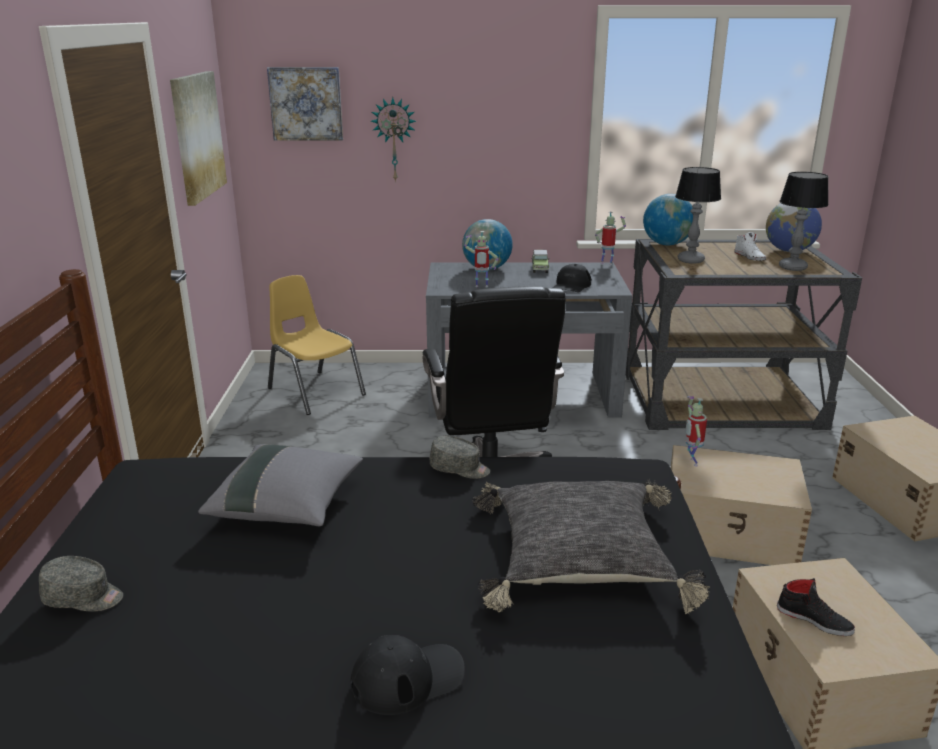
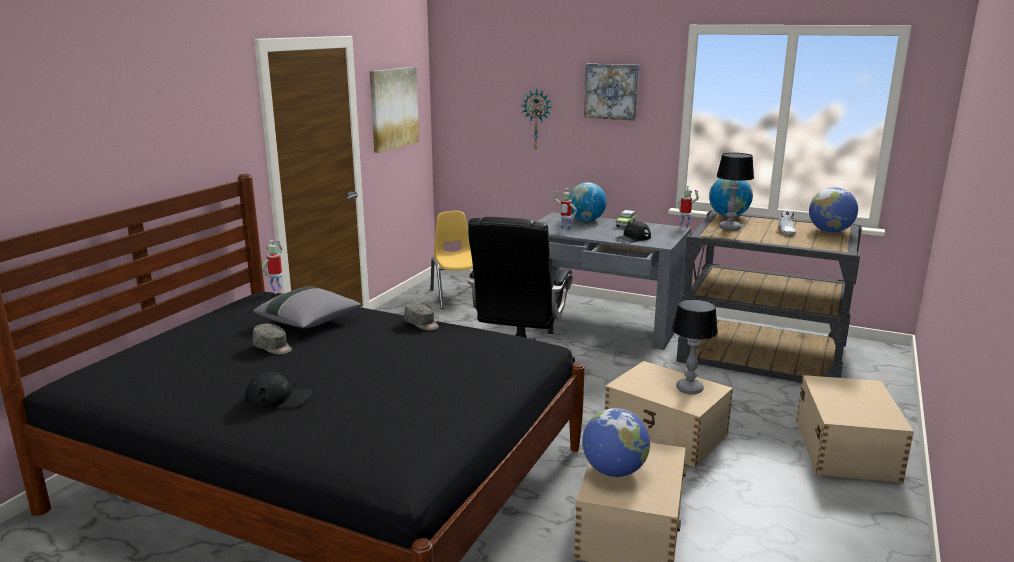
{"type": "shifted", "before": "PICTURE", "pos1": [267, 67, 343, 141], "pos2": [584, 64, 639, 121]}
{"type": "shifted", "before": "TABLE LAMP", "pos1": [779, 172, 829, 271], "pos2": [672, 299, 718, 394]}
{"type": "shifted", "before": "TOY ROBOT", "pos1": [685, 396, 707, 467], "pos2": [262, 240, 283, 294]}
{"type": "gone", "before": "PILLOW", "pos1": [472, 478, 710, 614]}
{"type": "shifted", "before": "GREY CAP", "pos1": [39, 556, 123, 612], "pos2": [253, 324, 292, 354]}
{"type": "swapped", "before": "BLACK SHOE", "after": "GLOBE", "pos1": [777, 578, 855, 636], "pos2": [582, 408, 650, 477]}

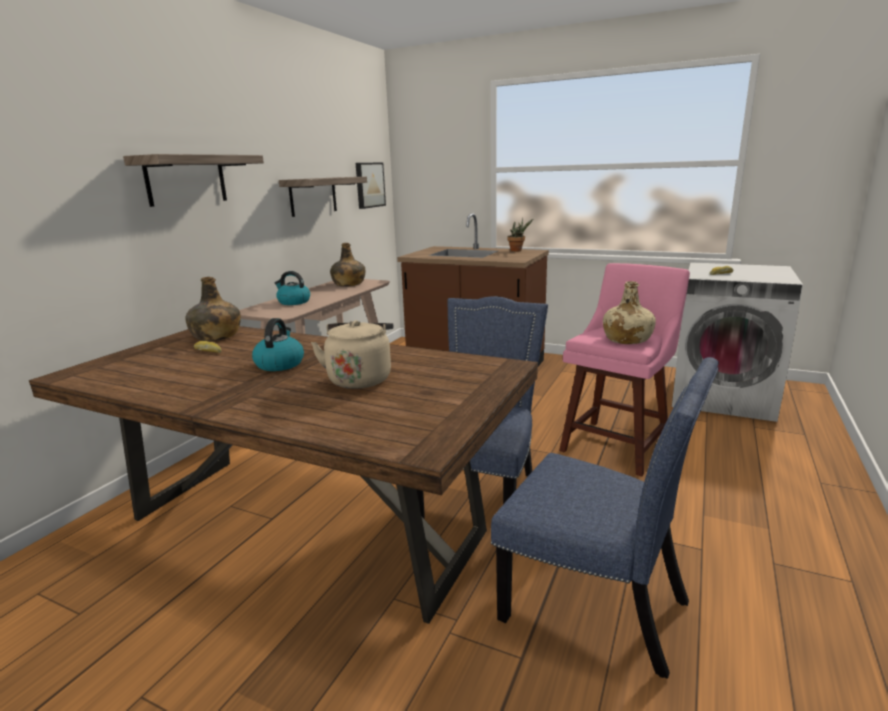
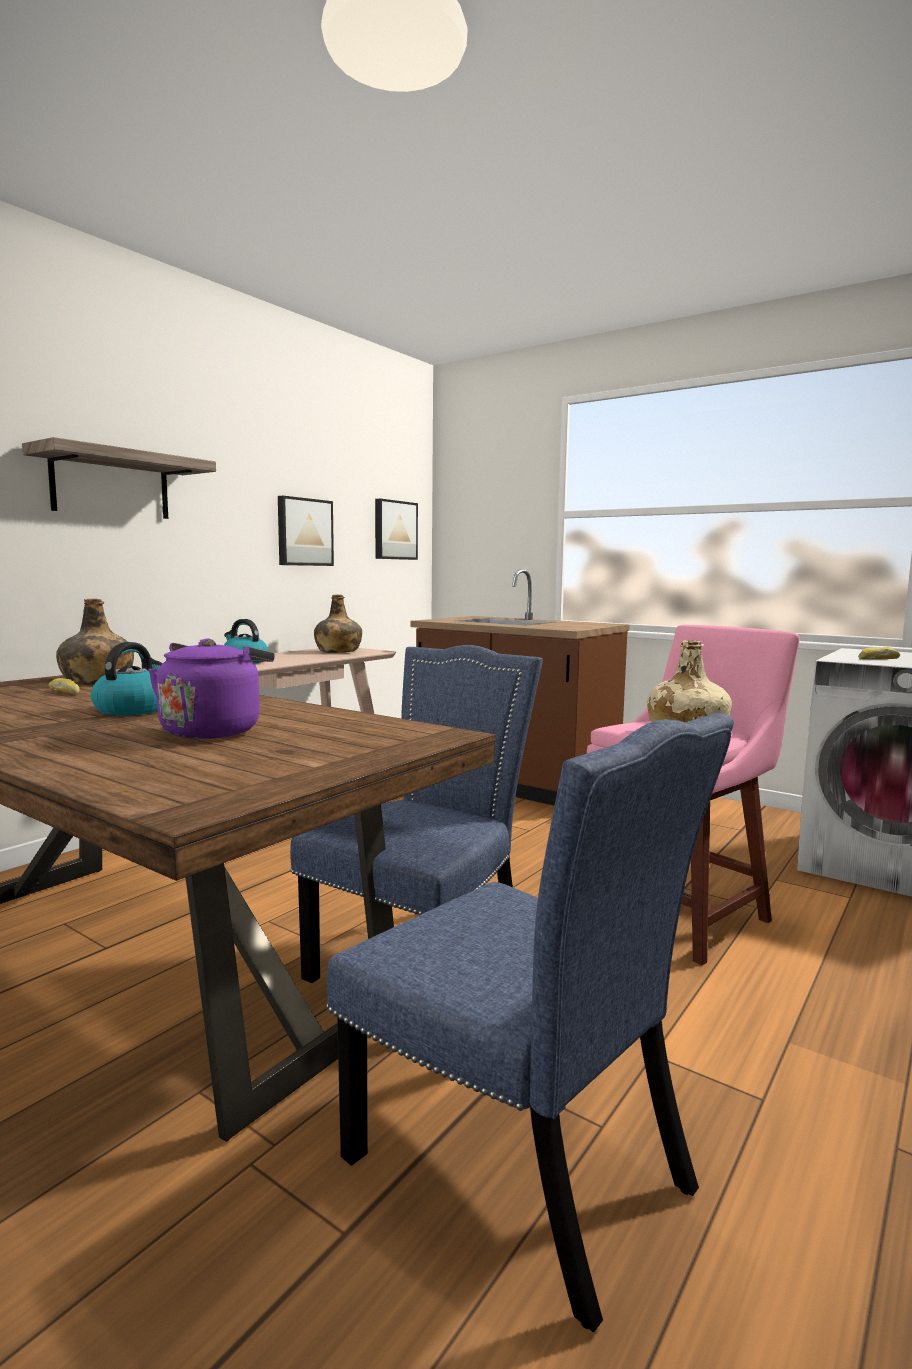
{"type": "swapped", "before": "SHELF", "after": "PICTURE", "pos1": [279, 177, 367, 217], "pos2": [278, 496, 334, 566]}
{"type": "gone", "before": "POTTED PLANT", "pos1": [507, 218, 533, 252]}
{"type": "repainted", "before": "BEIGE KETTLE", "after": "PURPLE KETTLE", "pos1": [311, 320, 394, 389], "pos2": [148, 638, 275, 739]}

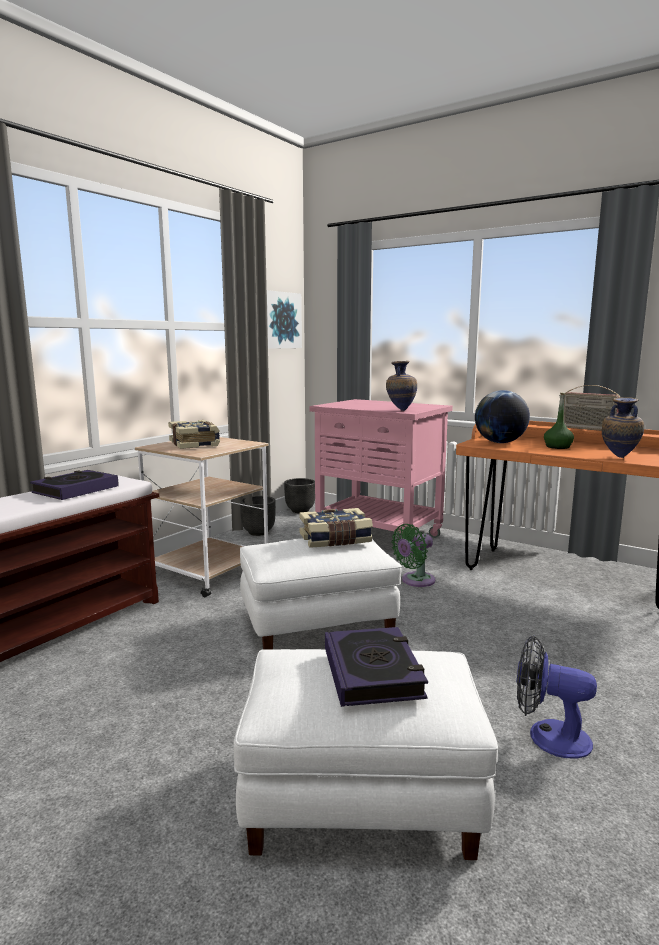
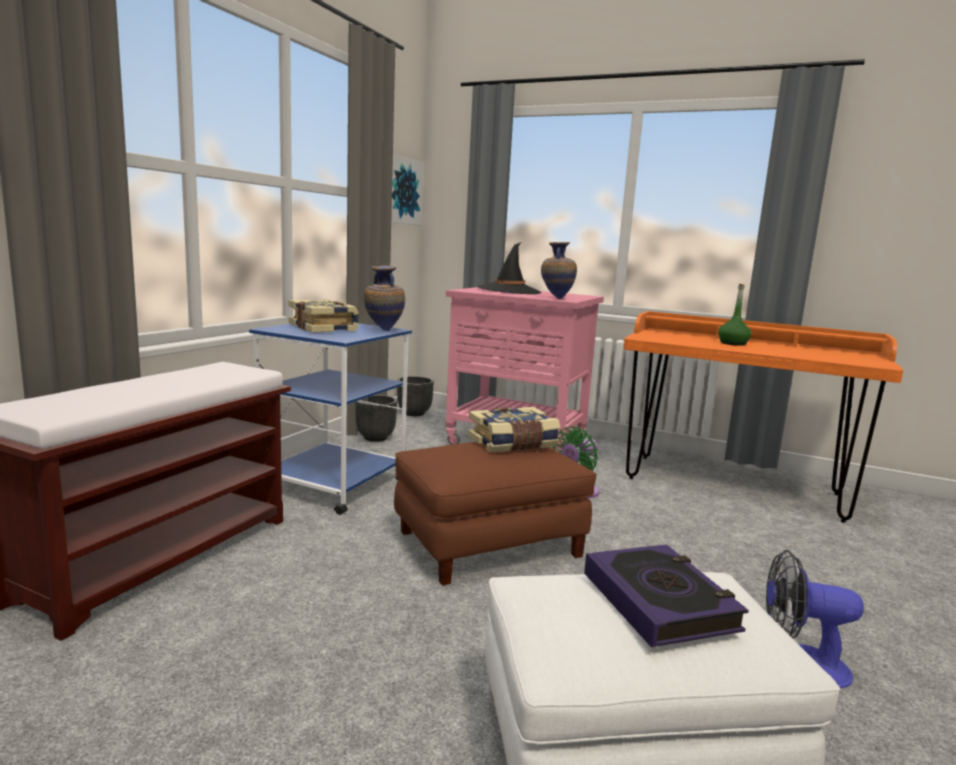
{"type": "gone", "before": "RADIO", "pos1": [564, 385, 620, 431]}
{"type": "gone", "before": "GLOBE", "pos1": [475, 390, 530, 443]}
{"type": "shifted", "before": "VASE", "pos1": [602, 397, 644, 458], "pos2": [364, 266, 405, 331]}
{"type": "repainted", "before": "BEIGE CART", "after": "BLUE CART", "pos1": [135, 437, 269, 597], "pos2": [249, 323, 412, 515]}
{"type": "gone", "before": "BOOK", "pos1": [30, 470, 119, 500]}
{"type": "repainted", "before": "WHITE OTTOMAN", "after": "BROWN OTTOMAN", "pos1": [240, 538, 402, 650], "pos2": [394, 442, 597, 585]}
{"type": "new", "after": "BLACK HAT", "pos2": [477, 242, 542, 294]}

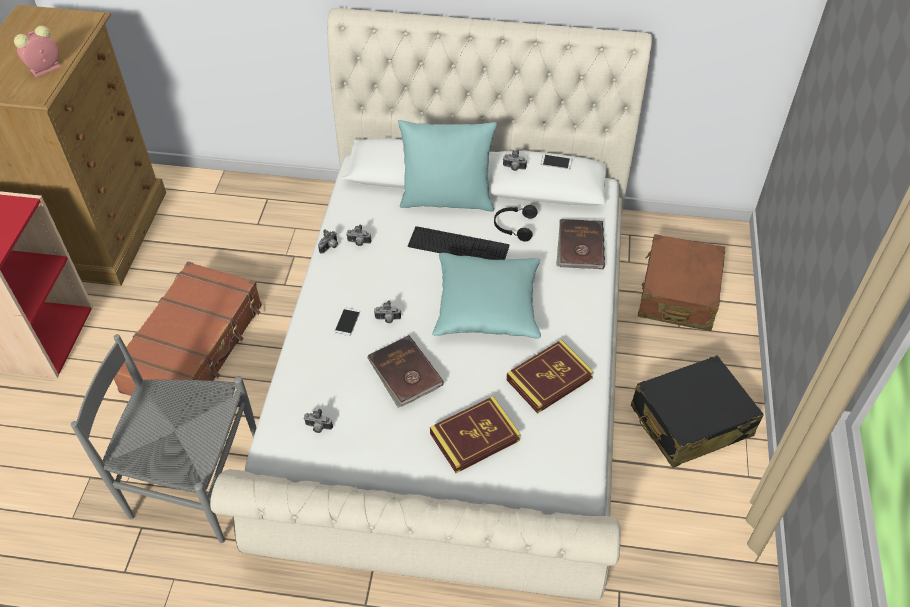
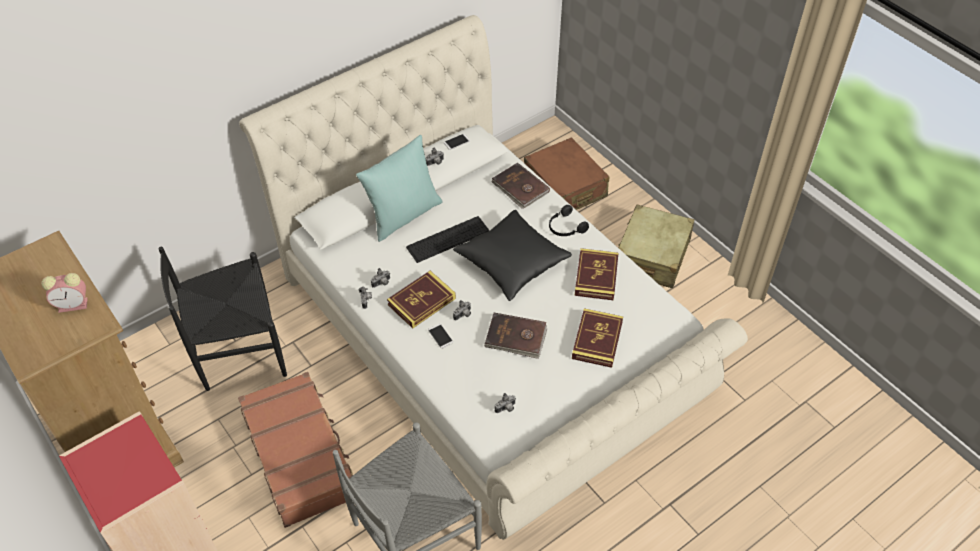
{"type": "rotated", "before": "ALARM CLOCK", "pos1": [14, 25, 61, 78], "pos2": [41, 273, 88, 313], "turn": -105}
{"type": "shifted", "before": "BLACK HEADPHONES", "pos1": [494, 205, 537, 242], "pos2": [549, 205, 589, 236]}
{"type": "repainted", "before": "TURQUOISE PILLOW", "after": "BLACK PILLOW", "pos1": [432, 253, 541, 339], "pos2": [453, 210, 572, 301]}
{"type": "repainted", "before": "BLACK SUITCASE", "after": "BEIGE SUITCASE", "pos1": [631, 355, 764, 468], "pos2": [618, 205, 695, 288]}
{"type": "new", "after": "BLACK CHAIR", "pos2": [158, 247, 287, 391]}
{"type": "new", "after": "BOOK", "pos2": [387, 271, 456, 329]}

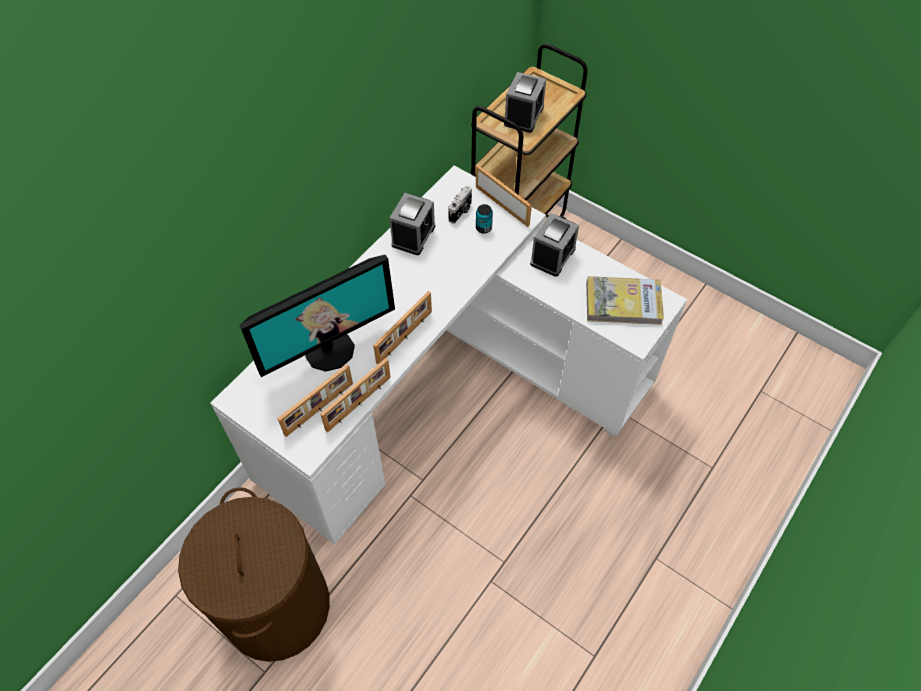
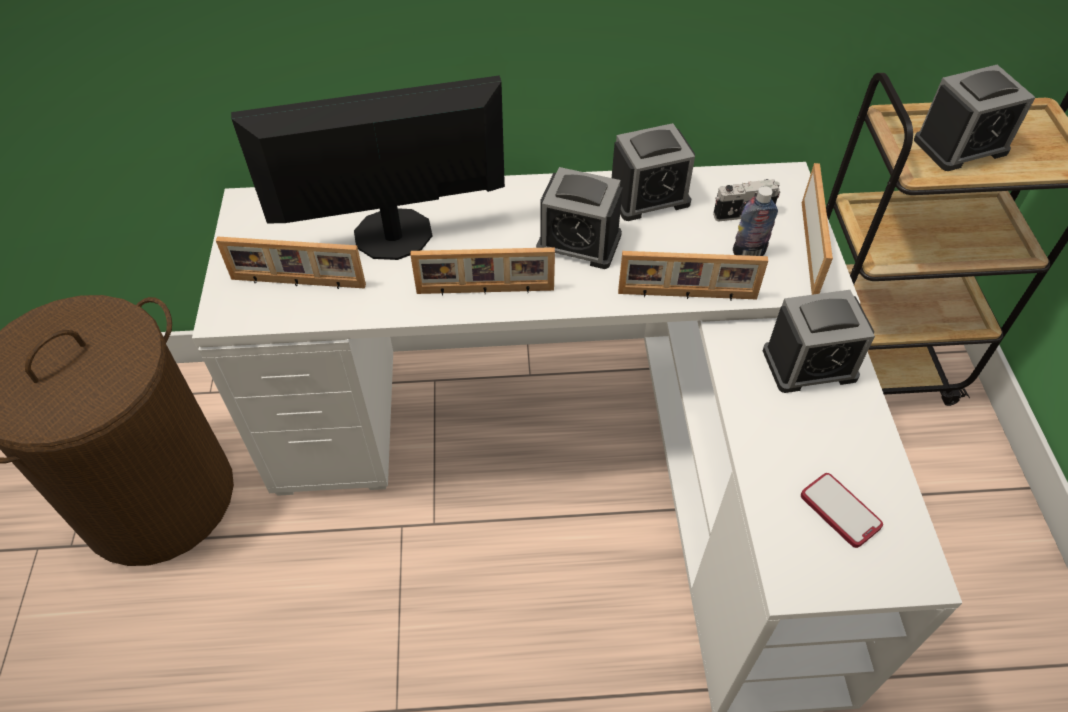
{"type": "swapped", "before": "CAN", "after": "BOTTLE", "pos1": [476, 204, 493, 234], "pos2": [733, 186, 778, 256]}
{"type": "rotated", "before": "MONITOR", "pos1": [239, 255, 395, 377], "pos2": [231, 75, 505, 260], "turn": 150}
{"type": "swapped", "before": "BOOK", "after": "PHONE", "pos1": [586, 276, 664, 325], "pos2": [801, 473, 883, 548]}
{"type": "shifted", "before": "PICTURE FRAME", "pos1": [320, 358, 391, 433], "pos2": [618, 251, 768, 301]}
{"type": "new", "after": "ALARM CLOCK", "pos2": [536, 167, 623, 269]}

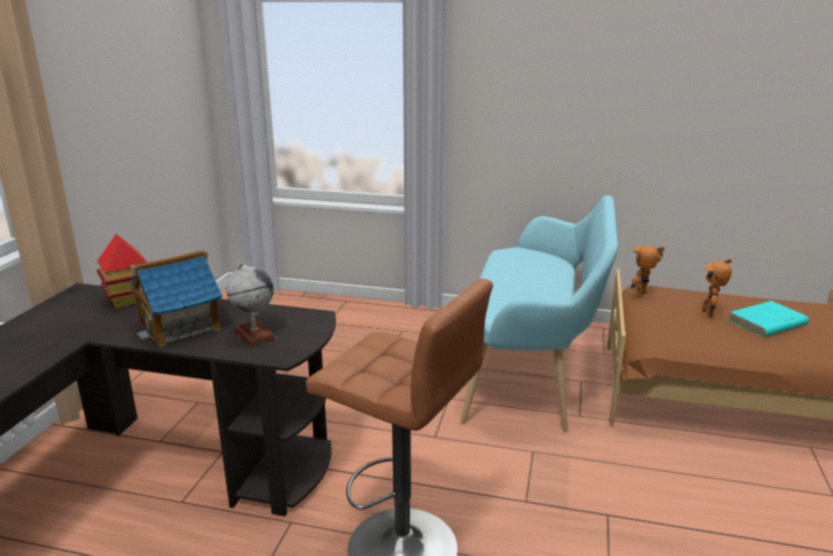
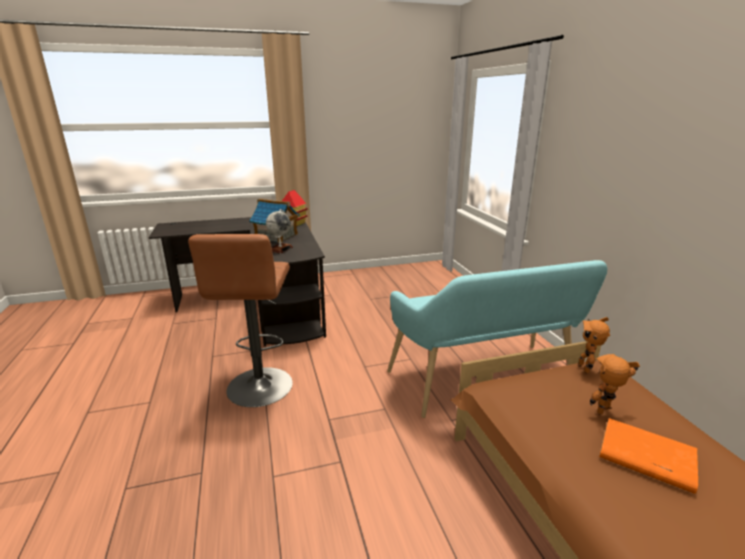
{"type": "rotated", "before": "TOY ROBOT", "pos1": [631, 246, 665, 297], "pos2": [578, 317, 610, 373], "turn": -105}
{"type": "repainted", "before": "TURQUOISE BOOK", "after": "ORANGE BOOK", "pos1": [728, 301, 809, 337], "pos2": [599, 418, 698, 494]}

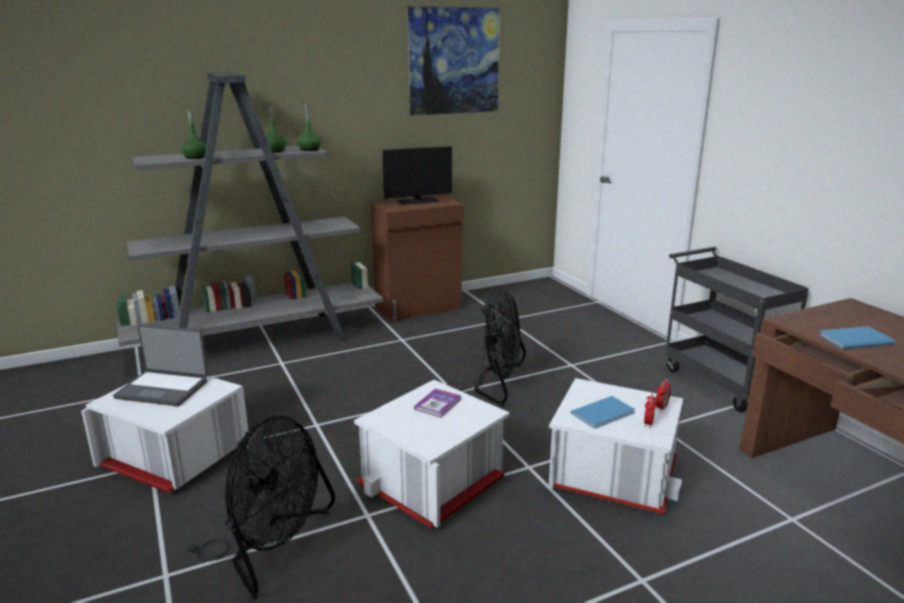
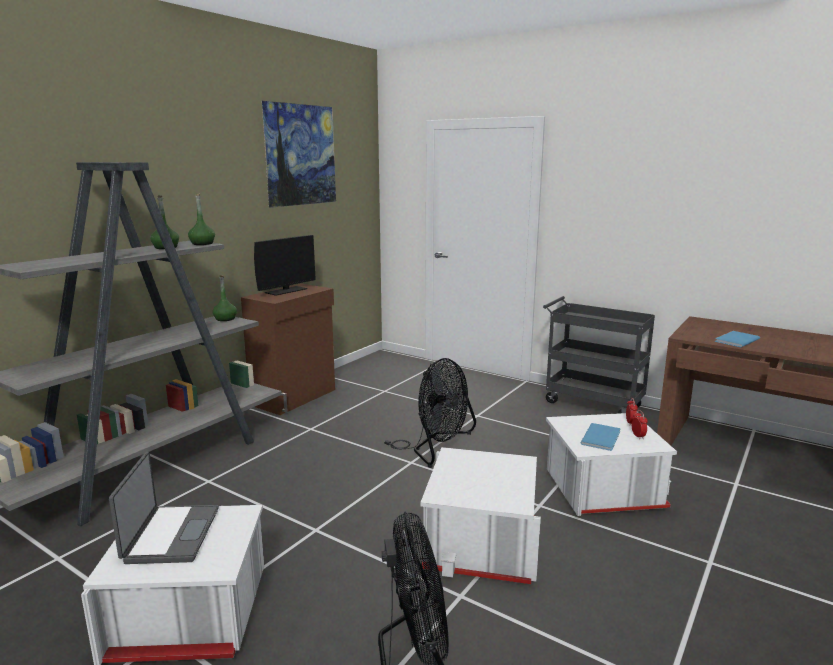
{"type": "shifted", "before": "GREEN BOTTLE", "pos1": [181, 107, 207, 159], "pos2": [212, 275, 237, 321]}
{"type": "rotated", "before": "BLACK FAN", "pos1": [447, 290, 526, 407], "pos2": [384, 358, 476, 468], "turn": 45}
{"type": "rotated", "before": "LAPTOP", "pos1": [113, 324, 208, 406], "pos2": [109, 452, 219, 564], "turn": -75}
{"type": "gone", "before": "BOOK", "pos1": [414, 388, 462, 417]}

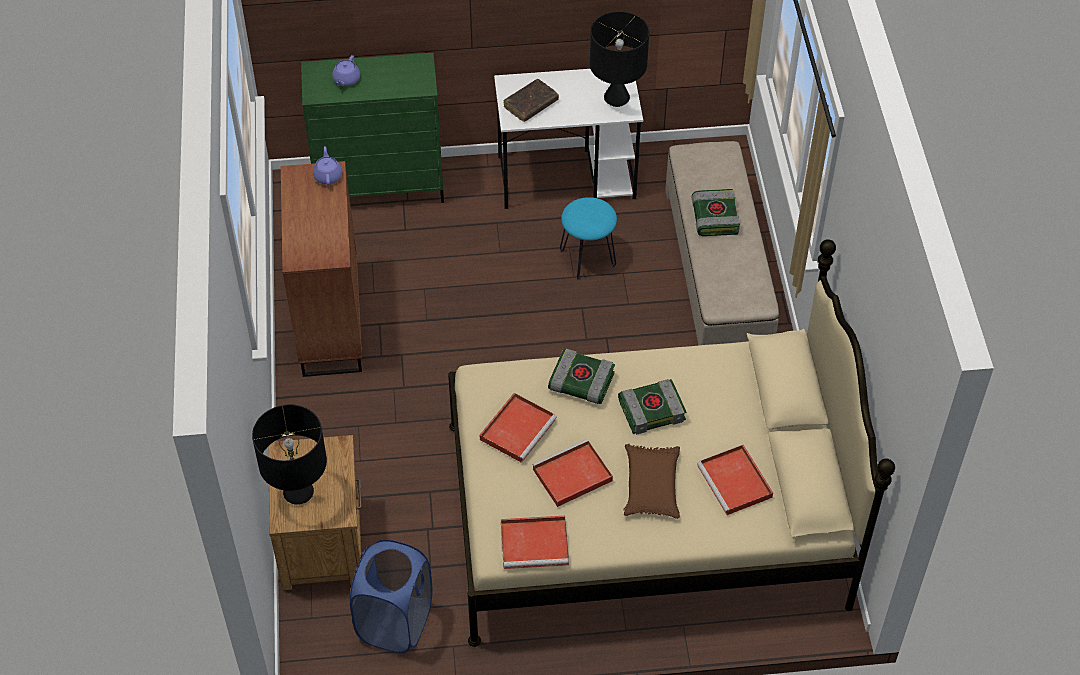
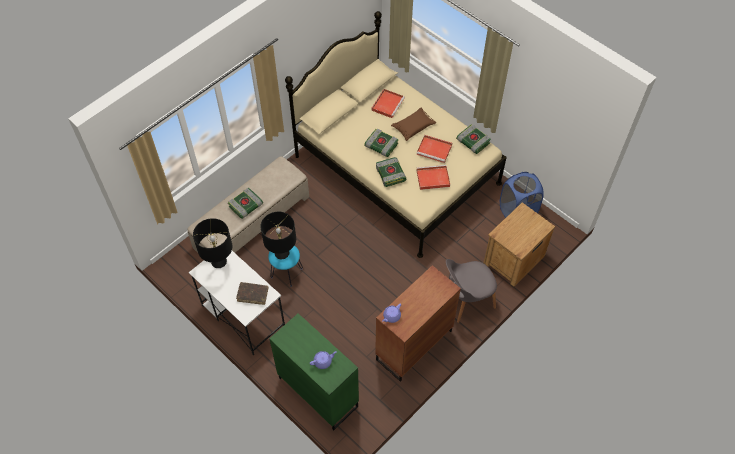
{"type": "shifted", "before": "BLACK TABLE LAMP", "pos1": [252, 404, 327, 505], "pos2": [260, 212, 296, 259]}
{"type": "swapped", "before": "RED TRAY", "after": "BOOK", "pos1": [501, 516, 569, 569], "pos2": [456, 124, 491, 154]}
{"type": "new", "after": "GREY CHAIR", "pos2": [446, 259, 497, 323]}

